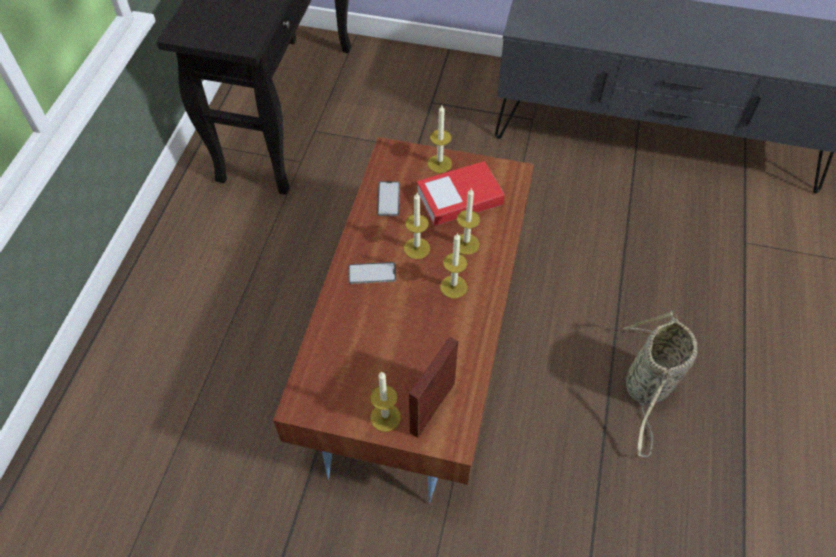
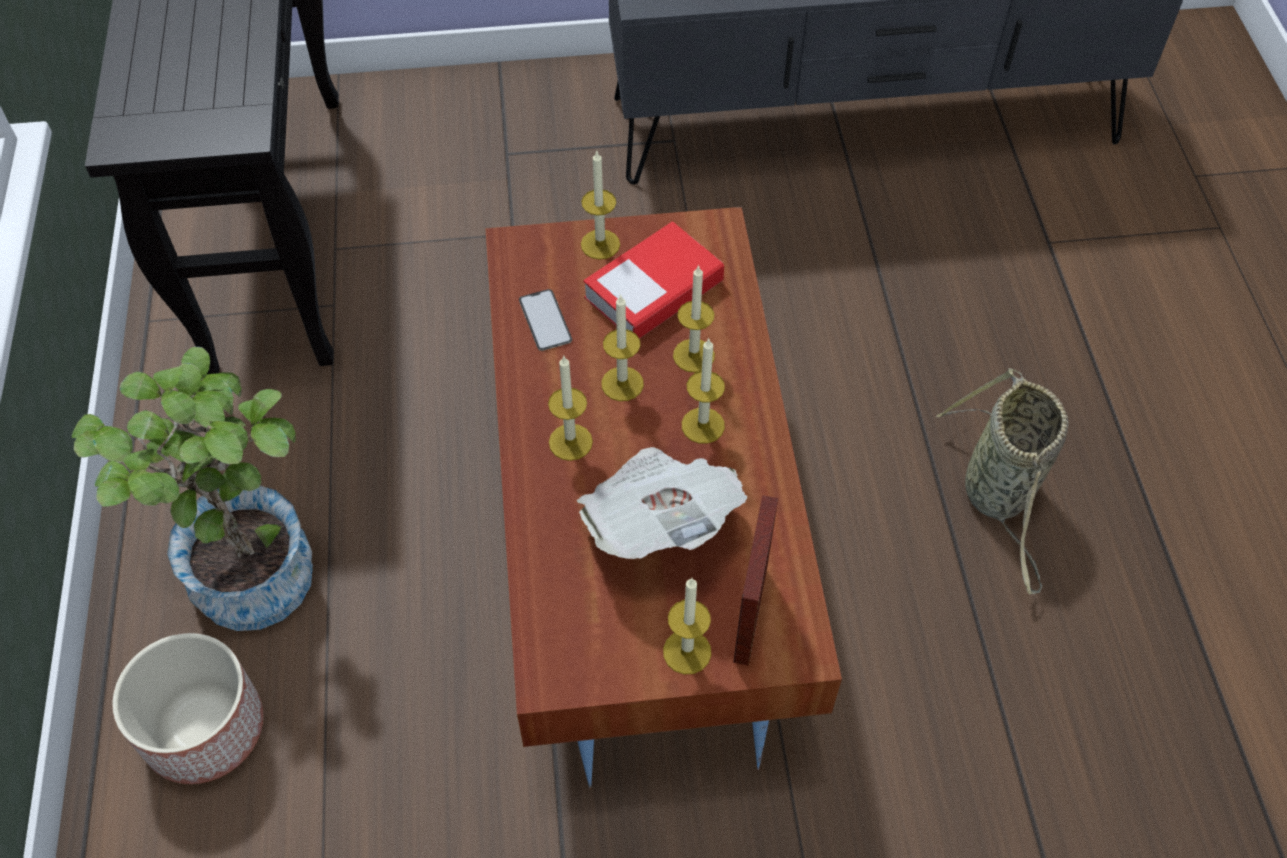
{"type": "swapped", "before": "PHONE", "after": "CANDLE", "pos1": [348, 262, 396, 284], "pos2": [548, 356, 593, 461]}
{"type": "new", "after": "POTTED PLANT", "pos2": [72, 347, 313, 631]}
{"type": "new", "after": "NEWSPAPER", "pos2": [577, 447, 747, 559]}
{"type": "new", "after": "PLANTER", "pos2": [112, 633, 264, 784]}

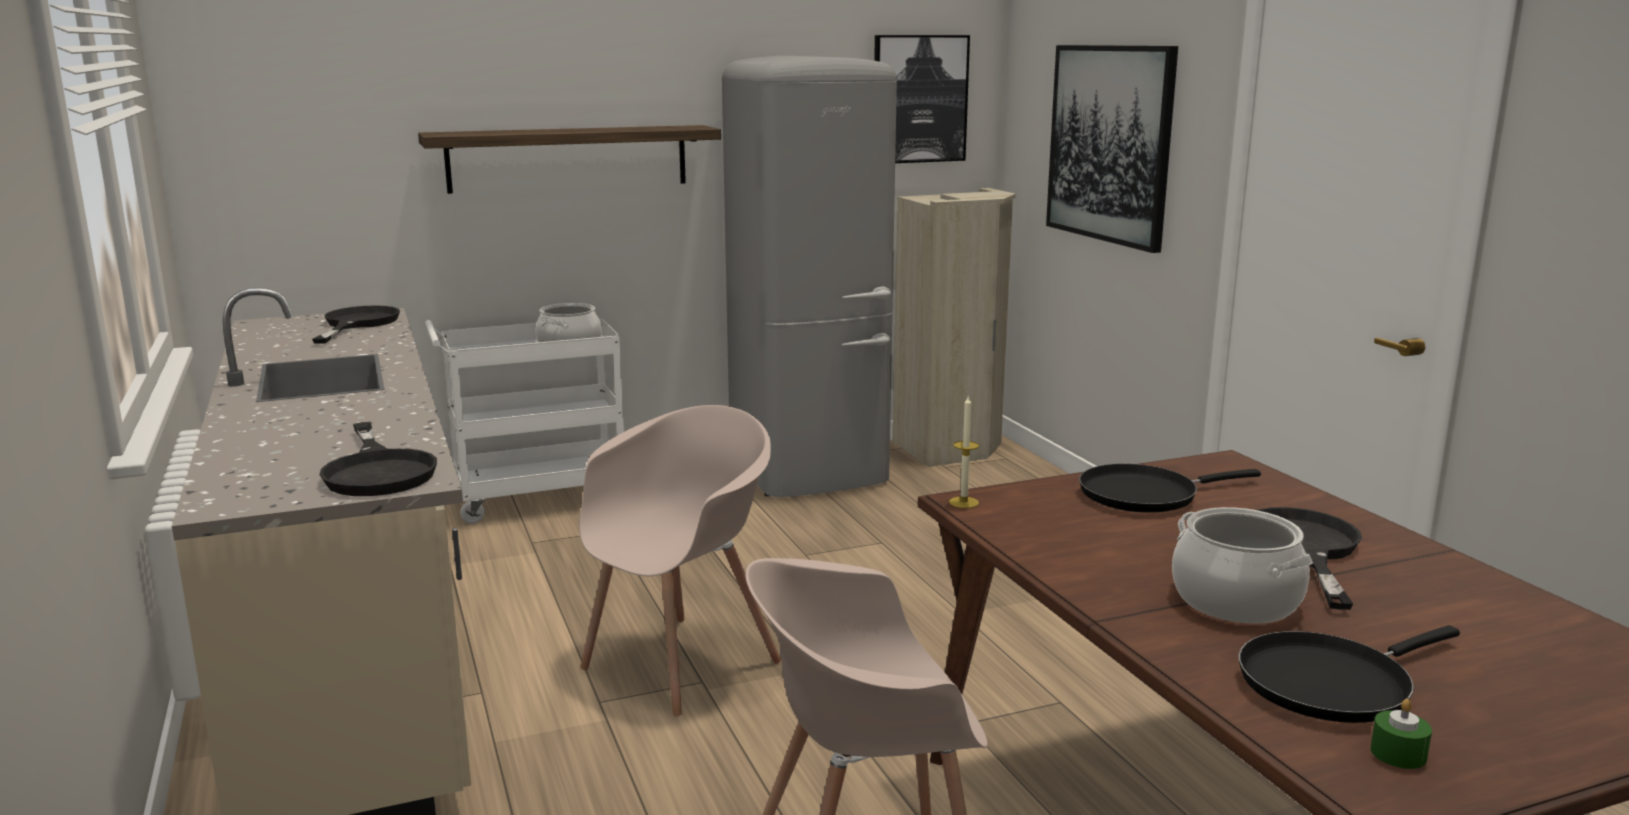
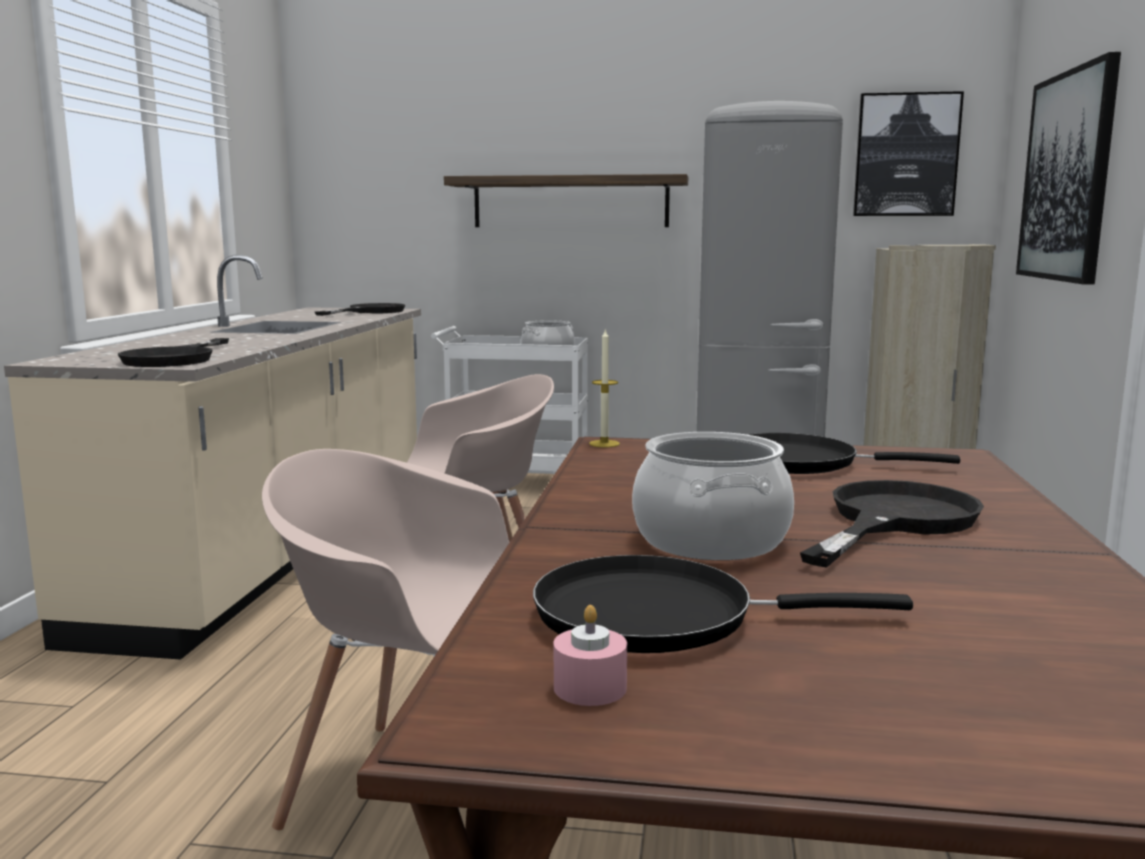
{"type": "repainted", "before": "GREEN CANDLE", "after": "PINK CANDLE", "pos1": [1370, 699, 1432, 769], "pos2": [554, 605, 627, 706]}

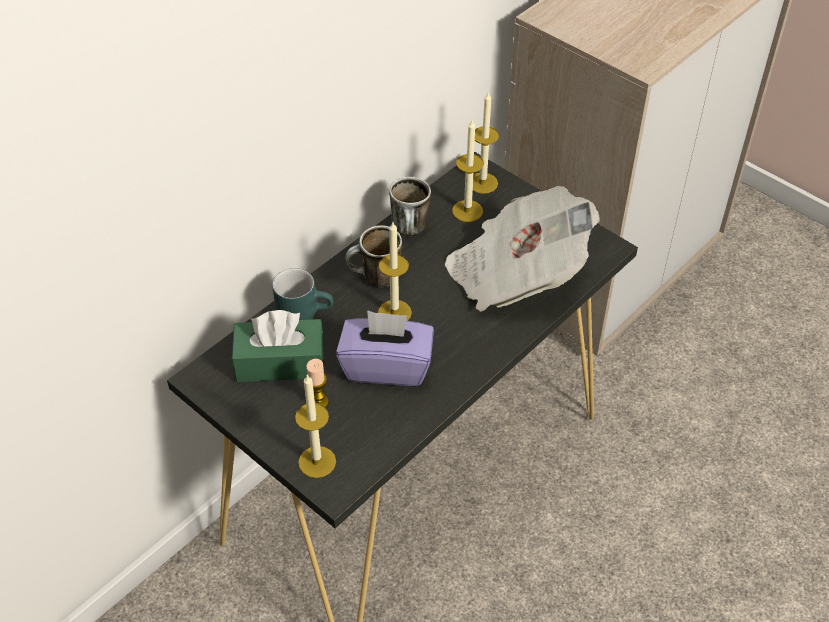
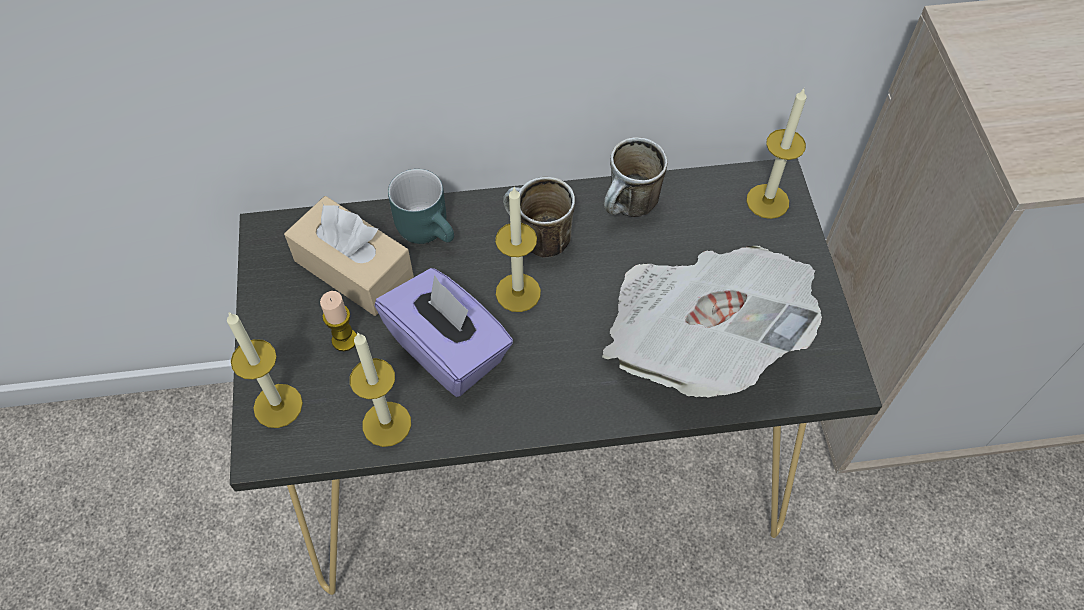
{"type": "shifted", "before": "CANDLE", "pos1": [452, 120, 484, 222], "pos2": [350, 332, 411, 447]}
{"type": "repainted", "before": "GREEN TISSUE BOX", "after": "BEIGE TISSUE BOX", "pos1": [232, 310, 324, 382], "pos2": [284, 196, 414, 316]}

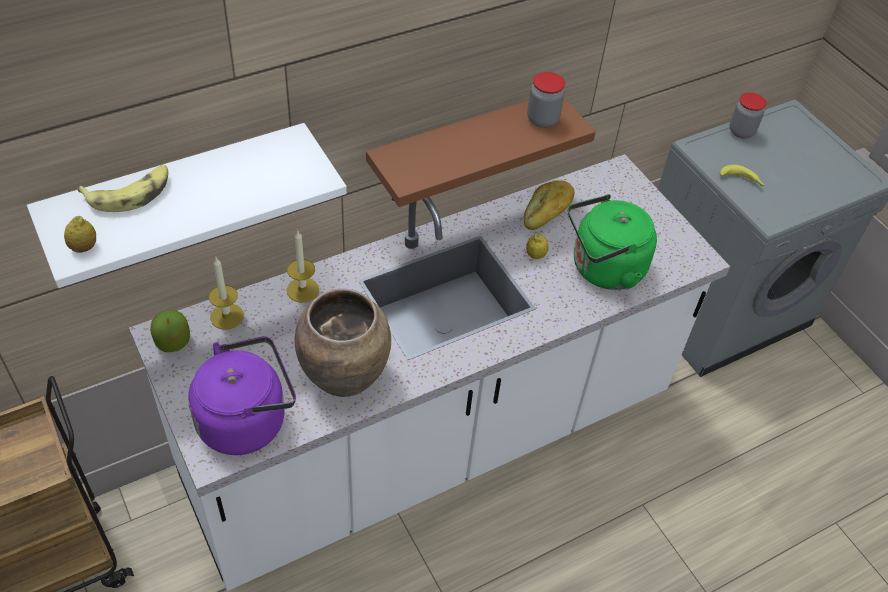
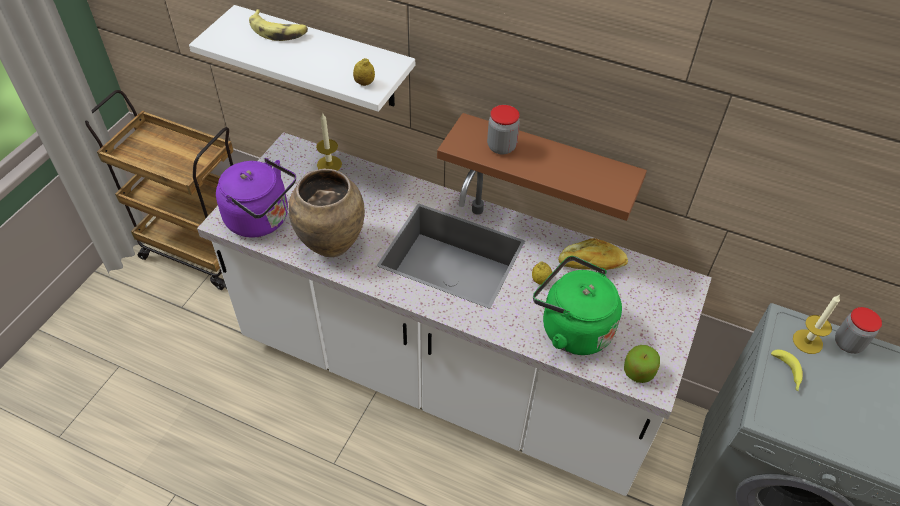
{"type": "shifted", "before": "JAR", "pos1": [527, 72, 565, 128], "pos2": [487, 105, 520, 155]}
{"type": "shifted", "before": "LEMON", "pos1": [64, 216, 96, 252], "pos2": [353, 58, 375, 86]}
{"type": "shifted", "before": "CANDLE", "pos1": [287, 230, 319, 303], "pos2": [793, 295, 840, 354]}
{"type": "shifted", "before": "APPLE", "pos1": [150, 310, 190, 352], "pos2": [624, 345, 660, 383]}

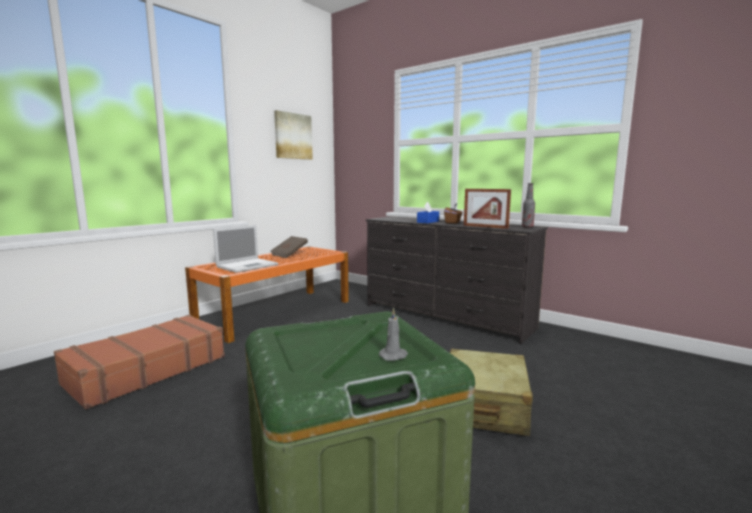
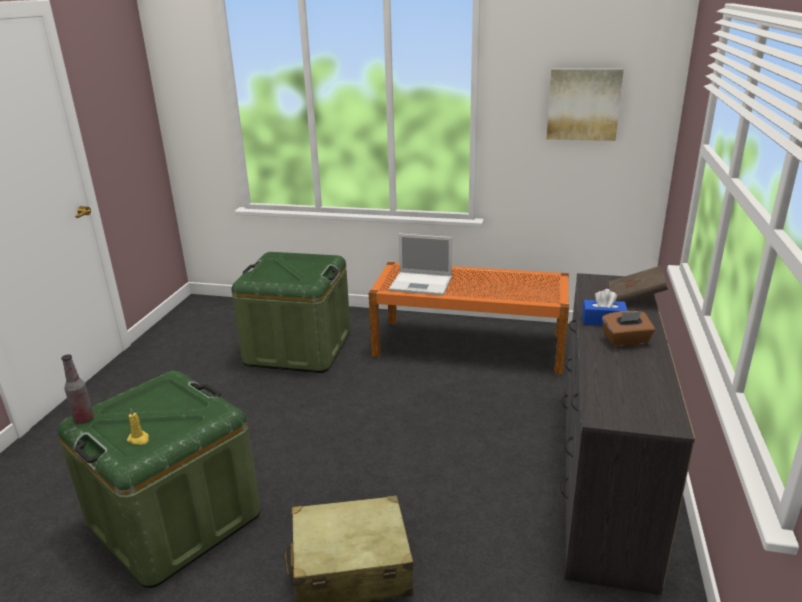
{"type": "shifted", "before": "BOTTLE", "pos1": [522, 183, 535, 227], "pos2": [61, 354, 94, 424]}
{"type": "gone", "before": "PICTURE FRAME", "pos1": [464, 189, 511, 229]}
{"type": "shifted", "before": "BROWN BOOK", "pos1": [271, 236, 308, 258], "pos2": [609, 266, 668, 302]}
{"type": "repainted", "before": "GREY CANDLE", "after": "YELLOW CANDLE", "pos1": [379, 308, 408, 361], "pos2": [127, 409, 149, 445]}
{"type": "swapped", "before": "BROWN SUITCASE", "after": "GREEN STORAGE BOX", "pos1": [54, 315, 225, 410], "pos2": [231, 252, 351, 373]}

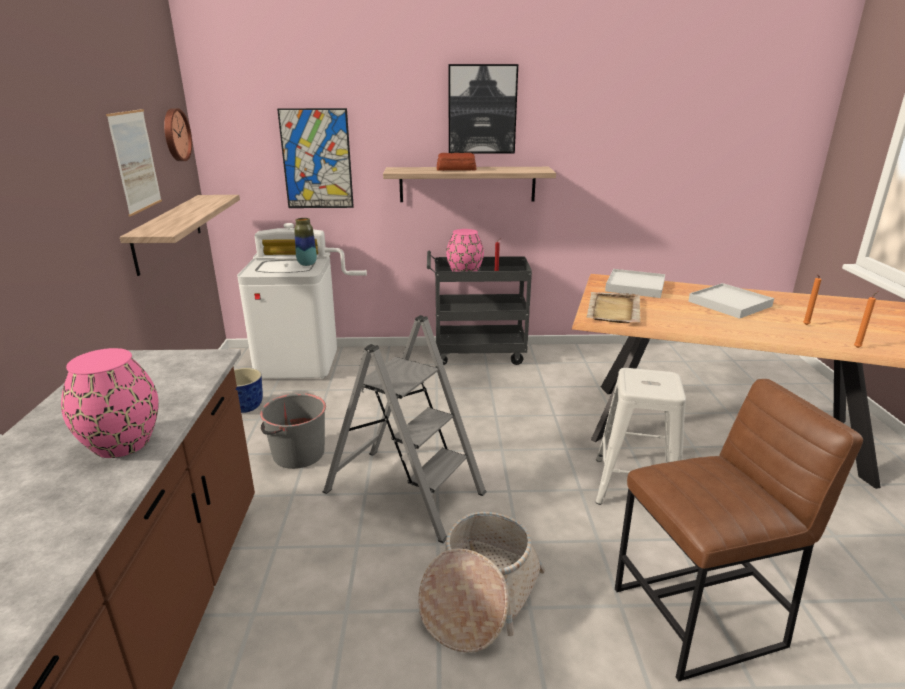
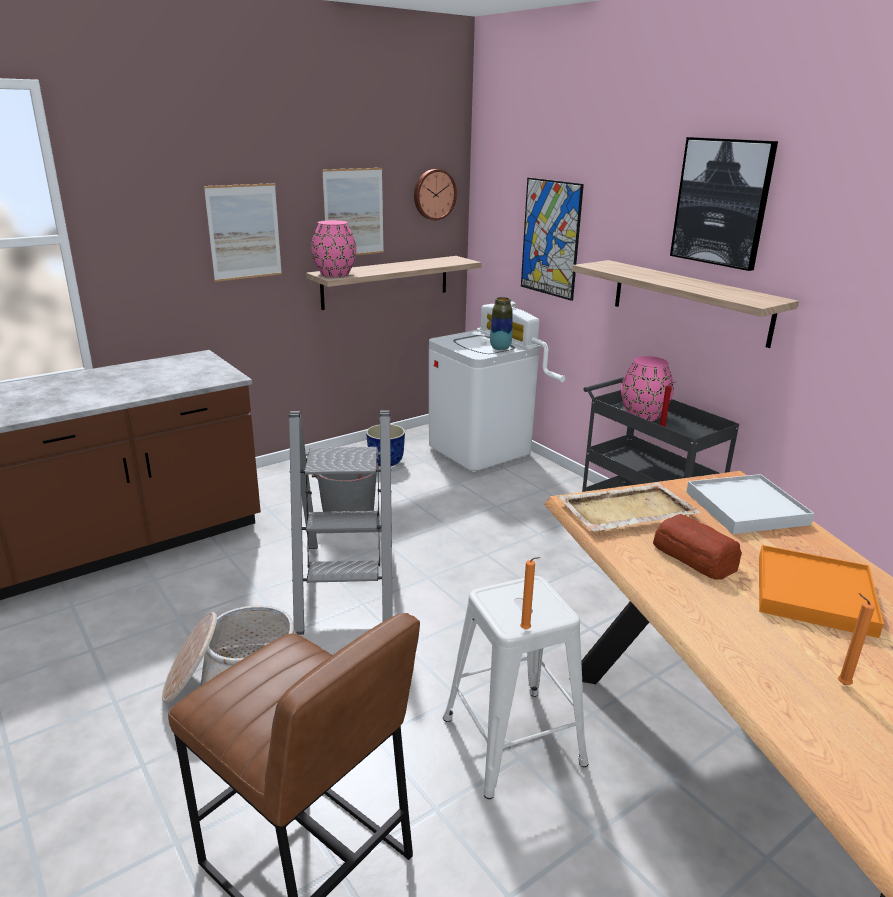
{"type": "shifted", "before": "BREAD", "pos1": [437, 153, 477, 171], "pos2": [653, 514, 742, 580]}
{"type": "repainted", "before": "WHITE TRAY", "after": "ORANGE TRAY", "pos1": [689, 283, 774, 319], "pos2": [759, 545, 884, 638]}
{"type": "shifted", "before": "ORANGE CANDLE", "pos1": [854, 292, 878, 348], "pos2": [520, 557, 540, 630]}
{"type": "shifted", "before": "PINK VASE", "pos1": [61, 348, 159, 458], "pos2": [311, 220, 357, 277]}
{"type": "new", "after": "PICTURE", "pos2": [204, 183, 282, 282]}

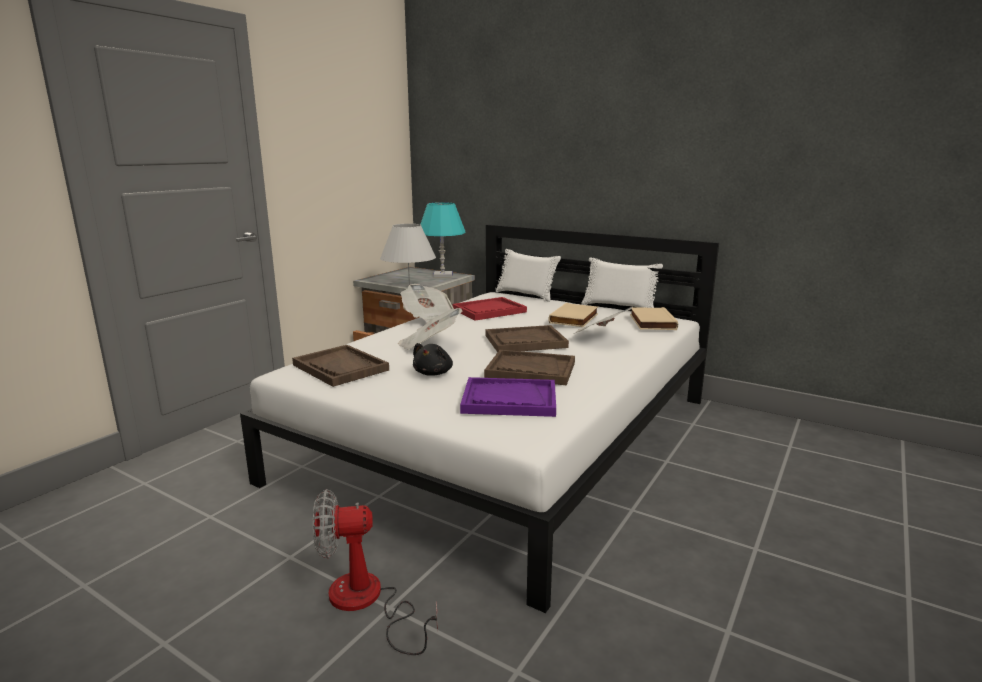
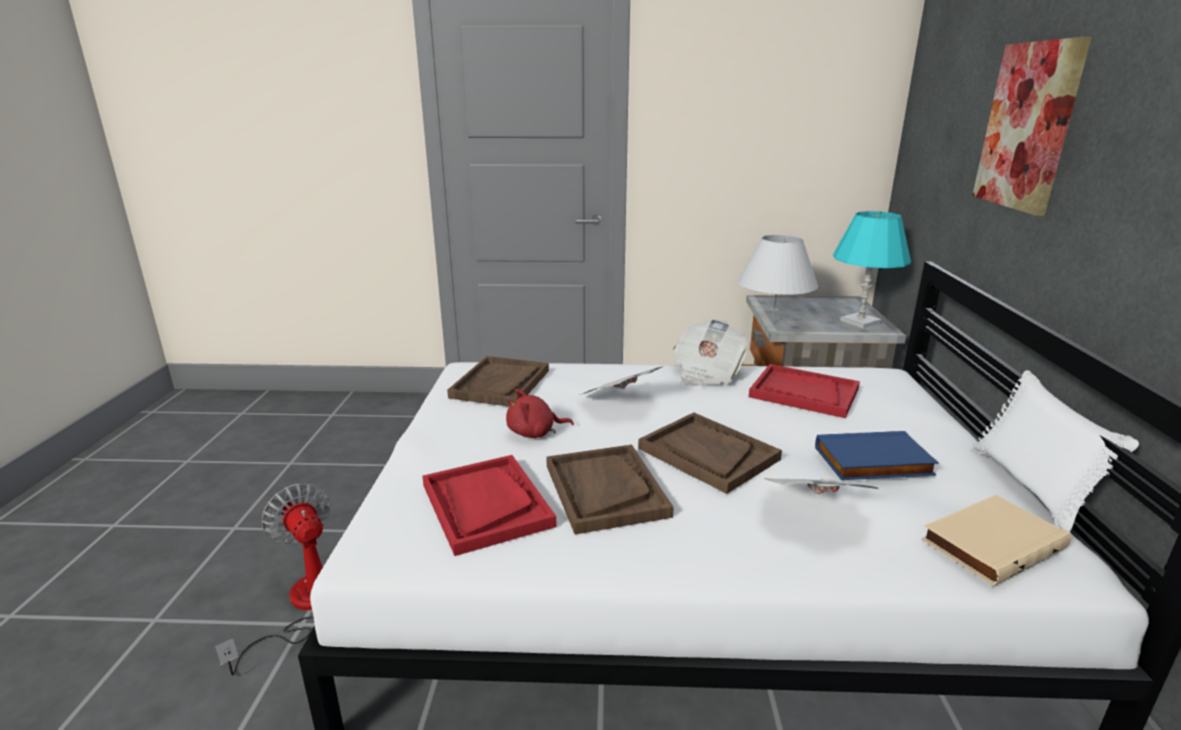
{"type": "gone", "before": "WHITE PILLOW", "pos1": [495, 249, 561, 302]}
{"type": "repainted", "before": "BEIGE BOOK", "after": "BLUE BOOK", "pos1": [548, 303, 598, 327], "pos2": [815, 431, 939, 480]}
{"type": "repainted", "before": "BLACK PLUSH TOY", "after": "RED PLUSH TOY", "pos1": [413, 343, 453, 376], "pos2": [506, 389, 574, 438]}
{"type": "repainted", "before": "PURPLE TRAY", "after": "RED TRAY", "pos1": [460, 377, 556, 417], "pos2": [422, 455, 557, 556]}
{"type": "new", "after": "PICTURE", "pos2": [972, 37, 1092, 216]}

